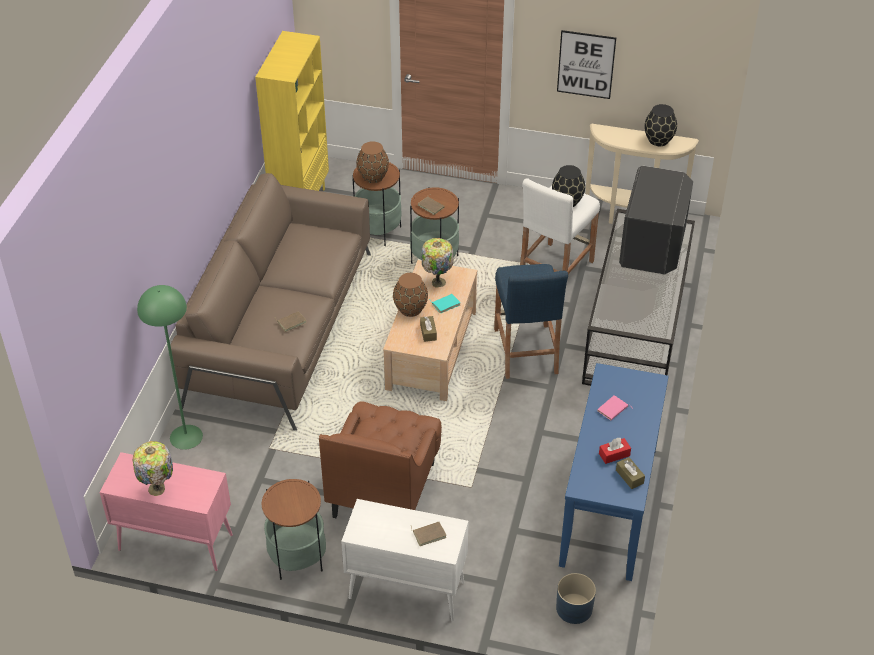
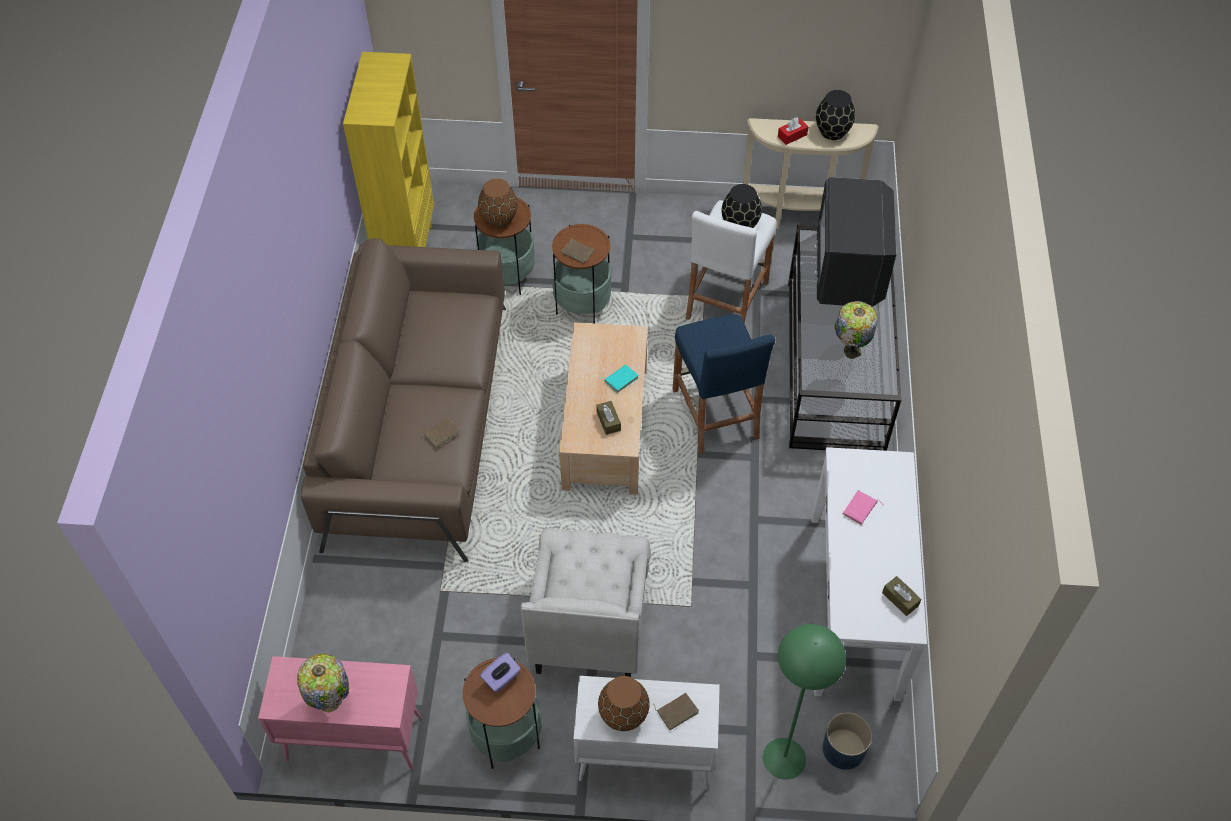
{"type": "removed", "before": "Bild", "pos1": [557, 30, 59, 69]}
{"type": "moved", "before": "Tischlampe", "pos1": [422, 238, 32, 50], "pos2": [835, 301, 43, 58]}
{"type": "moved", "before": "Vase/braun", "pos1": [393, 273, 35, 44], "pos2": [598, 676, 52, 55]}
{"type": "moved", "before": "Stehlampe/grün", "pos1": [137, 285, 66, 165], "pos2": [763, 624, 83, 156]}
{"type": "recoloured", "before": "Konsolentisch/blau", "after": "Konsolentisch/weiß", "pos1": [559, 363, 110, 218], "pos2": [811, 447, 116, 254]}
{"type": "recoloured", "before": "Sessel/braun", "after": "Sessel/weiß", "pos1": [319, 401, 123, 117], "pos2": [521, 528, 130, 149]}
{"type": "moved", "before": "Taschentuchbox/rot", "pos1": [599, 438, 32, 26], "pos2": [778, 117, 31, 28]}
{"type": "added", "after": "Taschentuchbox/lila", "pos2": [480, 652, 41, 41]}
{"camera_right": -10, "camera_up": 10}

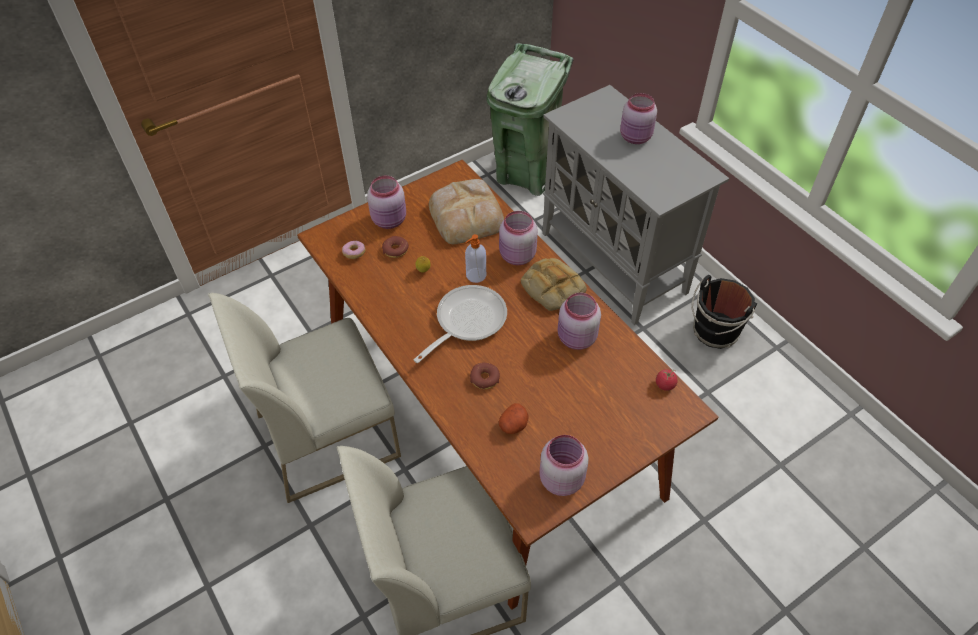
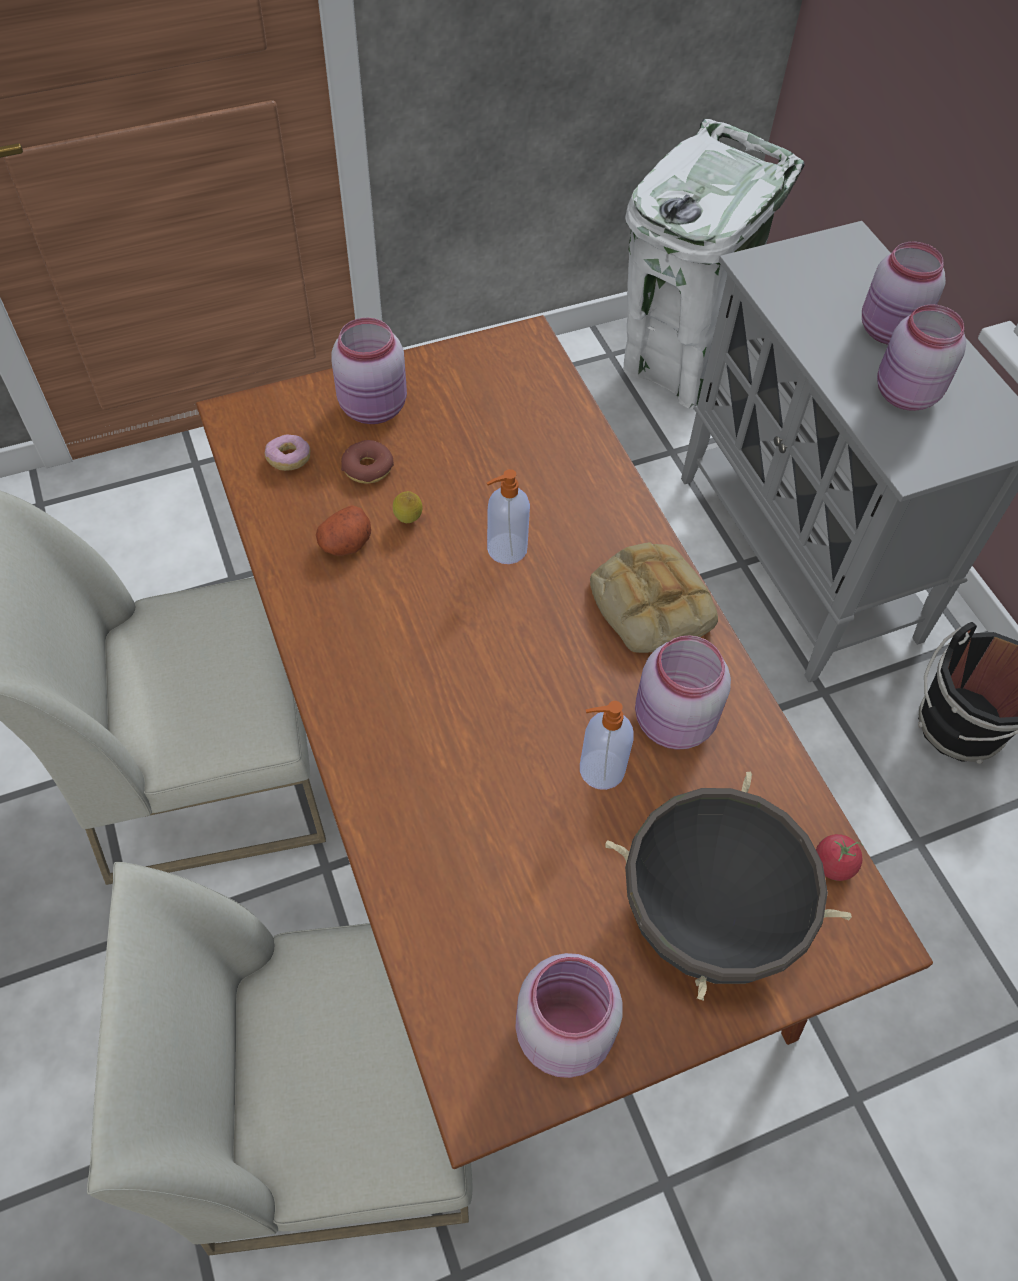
{"type": "recoloured", "before": "Mülleimer/grün", "after": "Mülleimer/weiß", "pos1": [487, 43, 86, 153], "pos2": [624, 119, 181, 290]}
{"type": "removed", "before": "Brot", "pos1": [429, 179, 75, 65]}
{"type": "moved", "before": "Vorratsglas/rosa", "pos1": [499, 211, 39, 54], "pos2": [877, 304, 89, 107]}
{"type": "removed", "before": "Pfanne", "pos1": [414, 285, 93, 78]}
{"type": "removed", "before": "Donut", "pos1": [470, 363, 30, 26]}
{"type": "moved", "before": "Kartoffel", "pos1": [499, 403, 29, 31], "pos2": [316, 505, 55, 51]}
{"type": "added", "after": "Seifenspender", "pos2": [580, 701, 54, 89]}
{"type": "added", "after": "Kochtopf/schwarz", "pos2": [605, 771, 247, 230]}
{"camera_right": 10, "camera_up": 5}

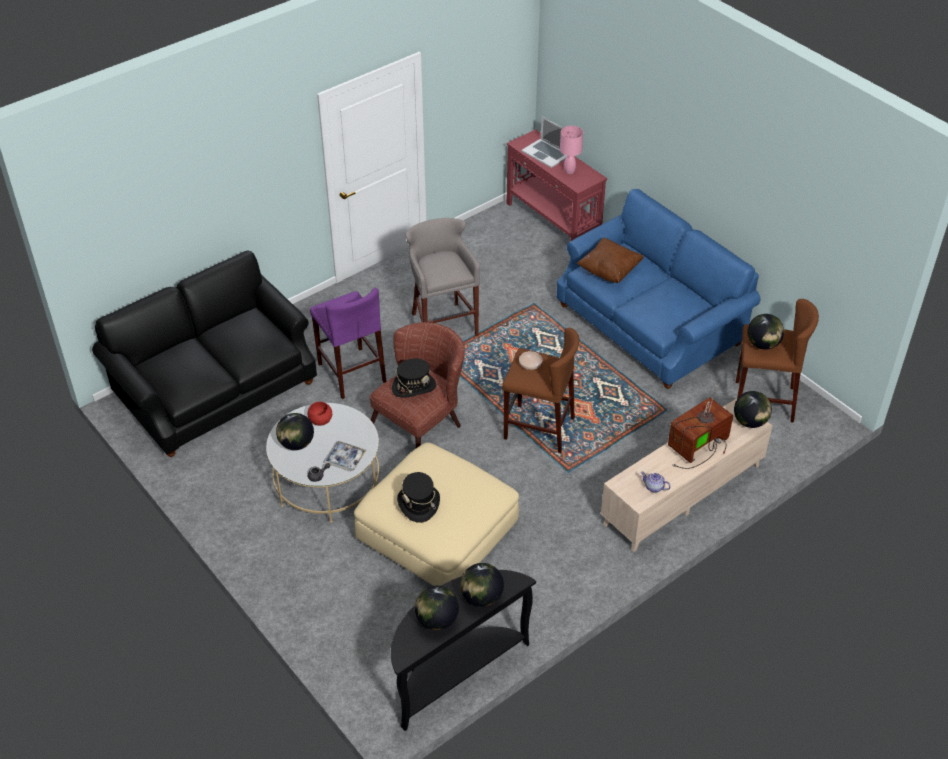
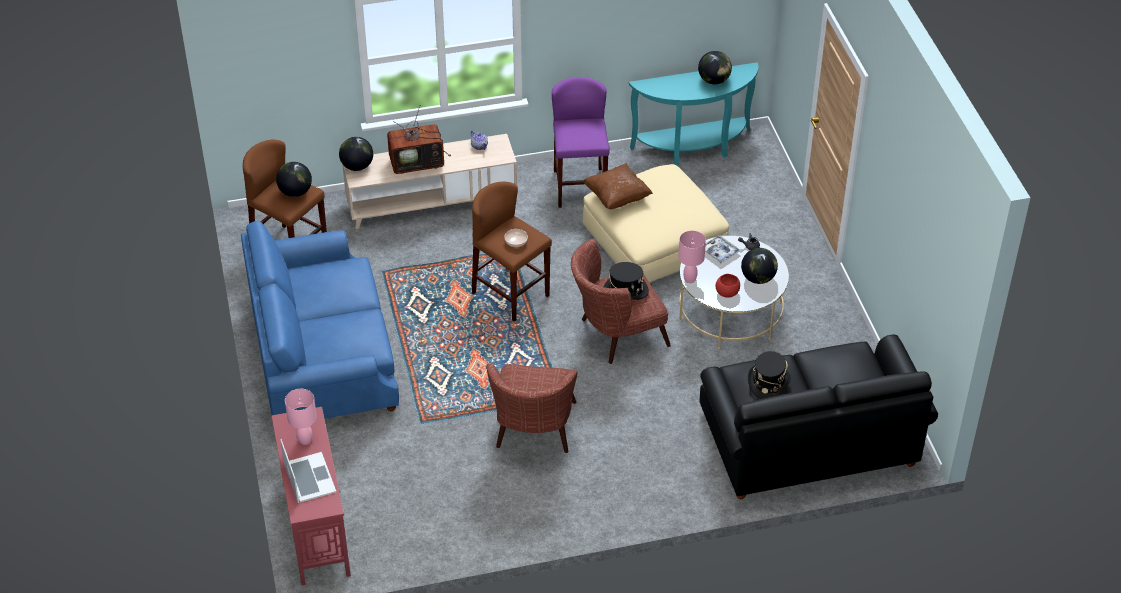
{"type": "replaced", "before": "Hocker/grau", "after": "Sessel/braun", "pos1": [405, 218, 75, 118], "pos2": [486, 363, 91, 90]}
{"type": "moved", "before": "Kissen/braun", "pos1": [577, 238, 67, 45], "pos2": [583, 163, 70, 46]}
{"type": "moved", "before": "Hocker/lila", "pos1": [310, 288, 76, 111], "pos2": [552, 77, 58, 131]}
{"type": "moved", "before": "Hut/schwarz", "pos1": [397, 472, 43, 51], "pos2": [748, 351, 42, 48]}
{"type": "removed", "before": "Globus", "pos1": [461, 563, 43, 44]}
{"type": "recoloured", "before": "Konsolentisch/schwarz", "after": "Konsolentisch/türkis", "pos1": [391, 570, 145, 161], "pos2": [629, 62, 129, 104]}
{"type": "added", "after": "Tischlampe/rosa", "pos2": [678, 231, 28, 52]}
{"camera_right": -155, "camera_up": 0}

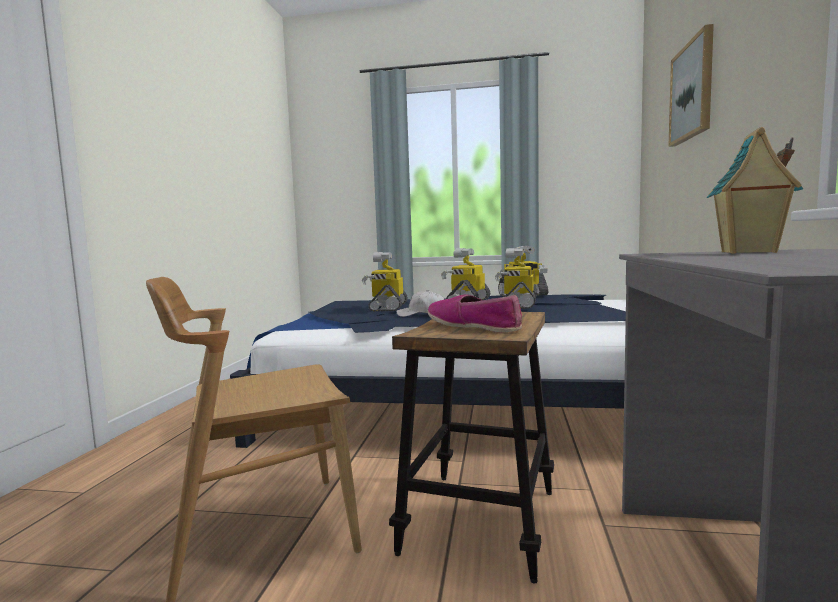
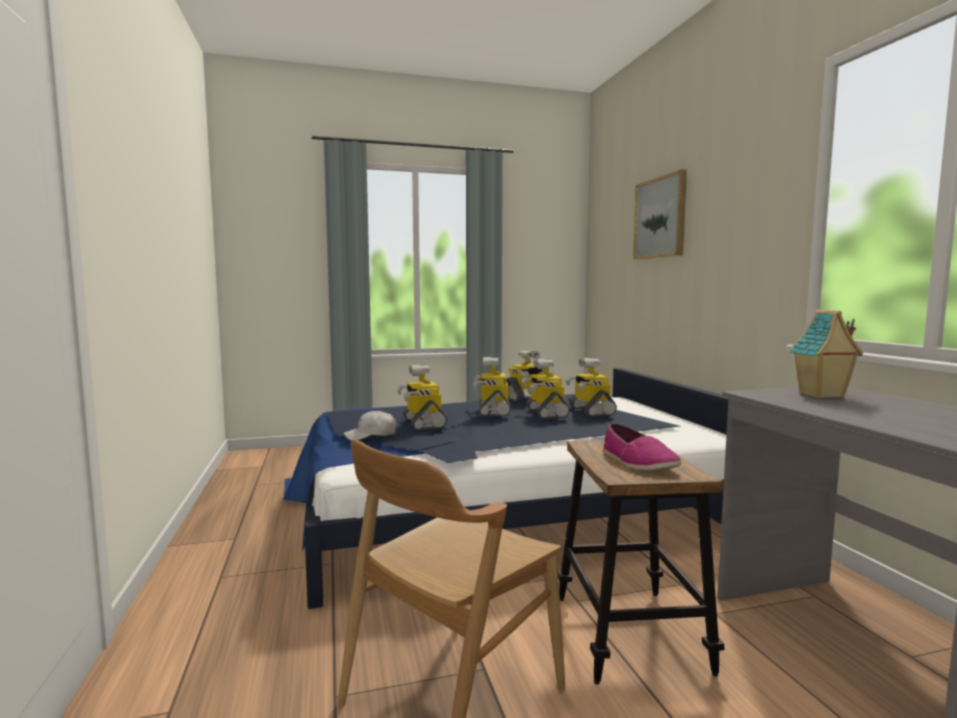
{"type": "moved", "before": "Kappe/weiß", "pos1": [396, 290, 48, 27], "pos2": [344, 410, 53, 31]}
{"type": "turned", "before": "Schuh", "pos1": [428, 294, 94, 39], "pos2": [603, 423, 78, 48], "turn": -135}
{"type": "added", "after": "Spielzeugroboter", "pos2": [565, 358, 52, 59]}
{"camera_right": -25, "camera_up": 0}

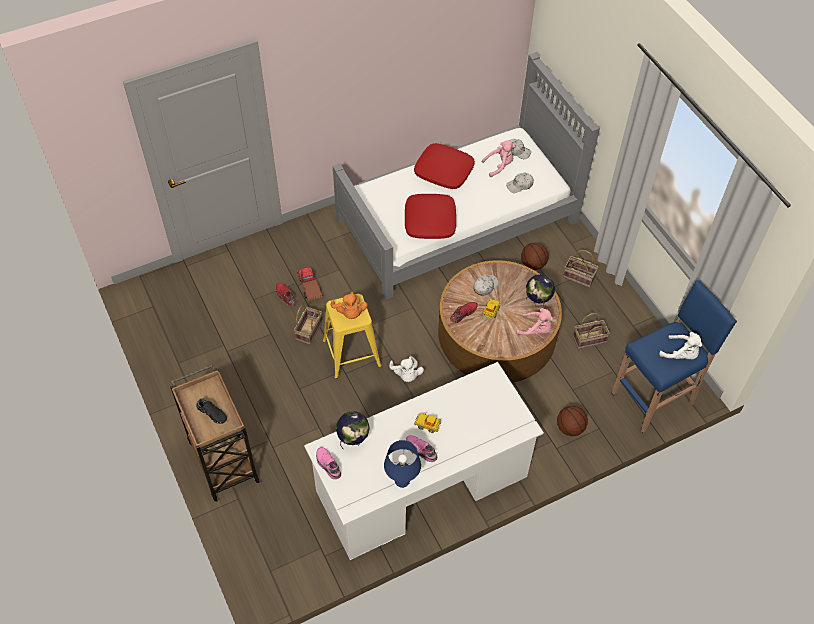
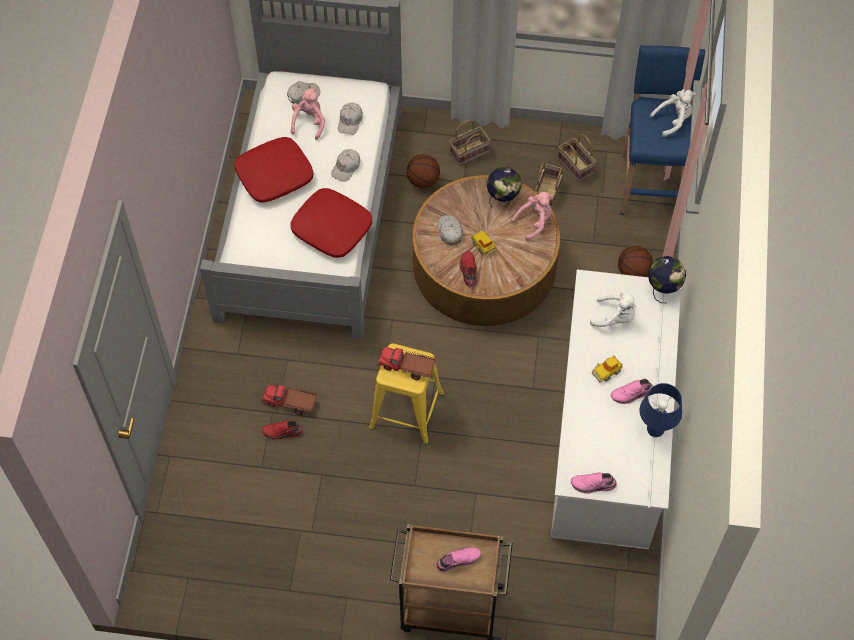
{"type": "replaced", "before": "Plüschtier/orange", "after": "Spielzeuglaster", "pos1": [331, 292, 37, 27], "pos2": [377, 347, 59, 33]}
{"type": "moved", "before": "Korb", "pos1": [294, 305, 28, 40], "pos2": [558, 134, 38, 48]}
{"type": "moved", "before": "Plüschtier/weiß", "pos1": [389, 356, 35, 26], "pos2": [590, 292, 47, 35]}
{"type": "recoloured", "before": "Schuh/schwarz", "after": "Schuh/rosa", "pos1": [196, 398, 31, 26], "pos2": [436, 547, 45, 25]}
{"type": "moved", "before": "Globus", "pos1": [336, 411, 34, 38], "pos2": [648, 256, 38, 47]}
{"type": "added", "after": "Kappe/weiß", "pos2": [331, 149, 29, 33]}
{"camera_right": -55, "camera_up": 5}

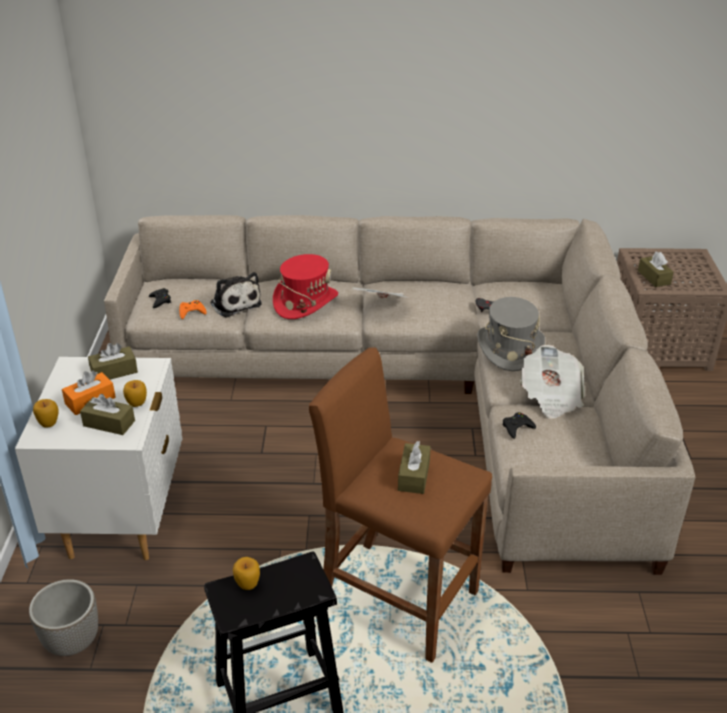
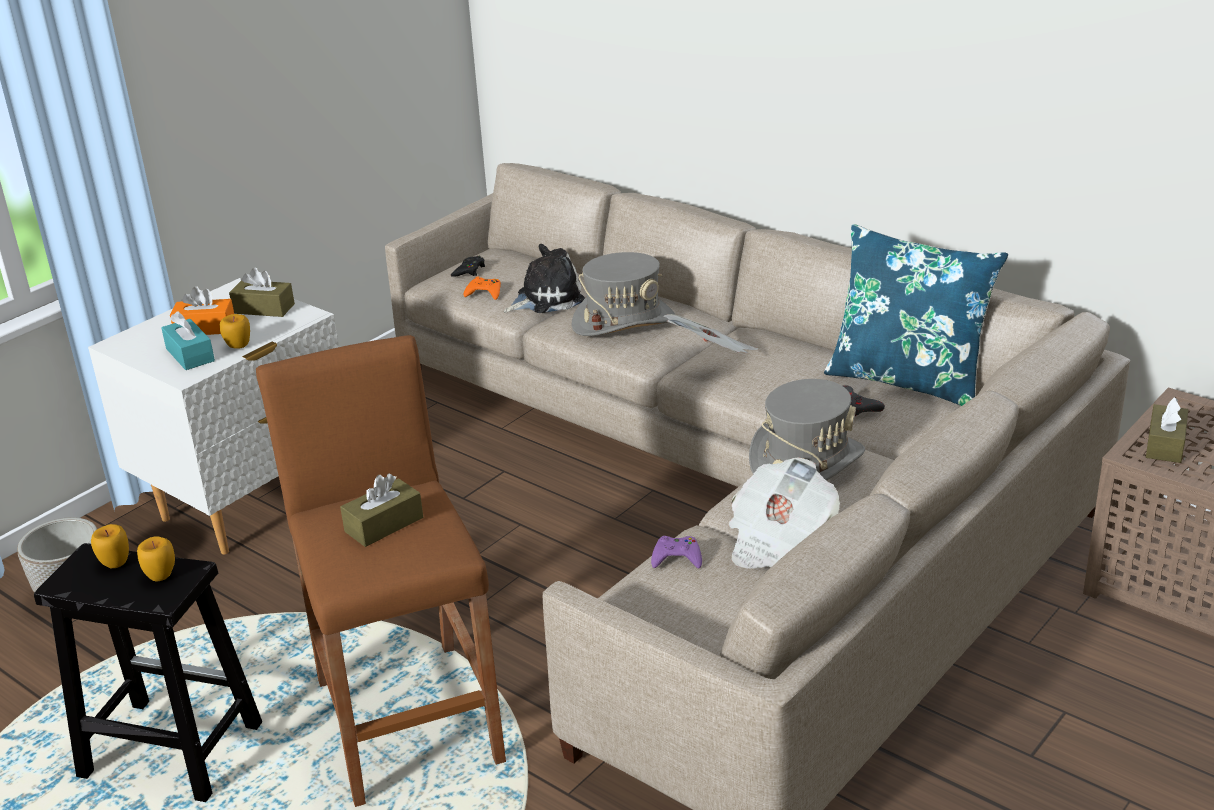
{"type": "recoloured", "before": "Hut/rot", "after": "Hut/grau", "pos1": [273, 254, 65, 65], "pos2": [571, 252, 104, 84]}
{"type": "turned", "before": "Plüschtier", "pos1": [210, 272, 52, 46], "pos2": [504, 244, 81, 69], "turn": -120}
{"type": "recoloured", "before": "Taschentuchbox/braun", "after": "Taschentuchbox/türkis", "pos1": [80, 394, 55, 41], "pos2": [161, 311, 54, 59]}
{"type": "moved", "before": "Apfel", "pos1": [33, 399, 26, 29], "pos2": [137, 536, 38, 45]}
{"type": "recoloured", "before": "Gamepad/schwarz", "after": "Gamepad/lila", "pos1": [503, 412, 33, 27], "pos2": [651, 536, 51, 33]}
{"type": "added", "after": "Kissen/blau", "pos2": [824, 224, 184, 182]}
{"camera_right": 40, "camera_up": -5}

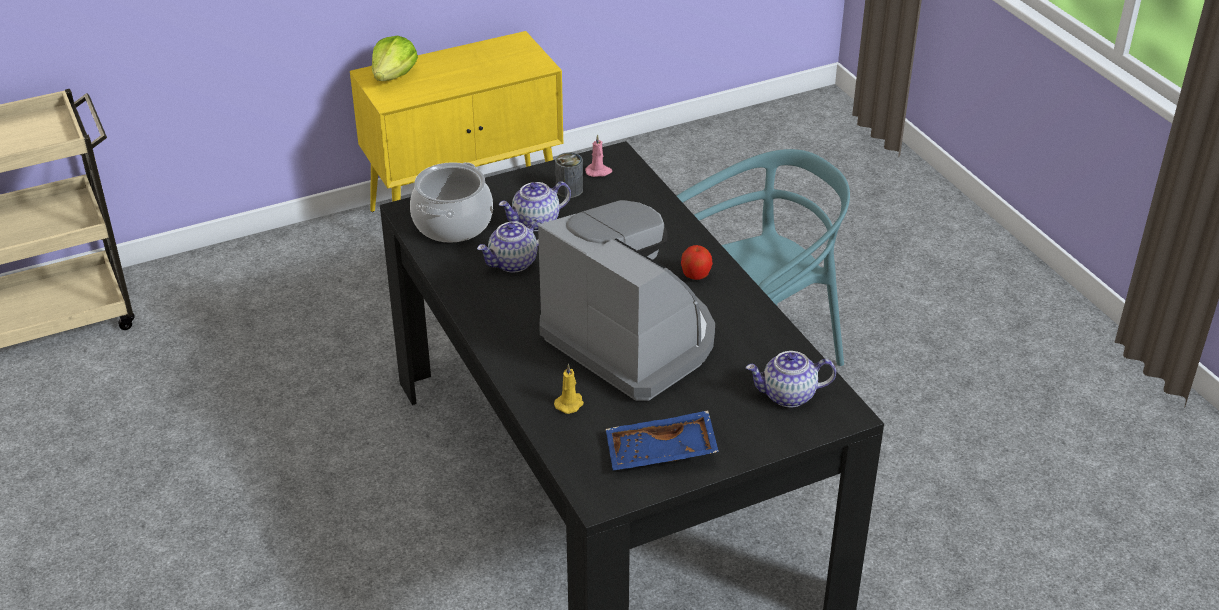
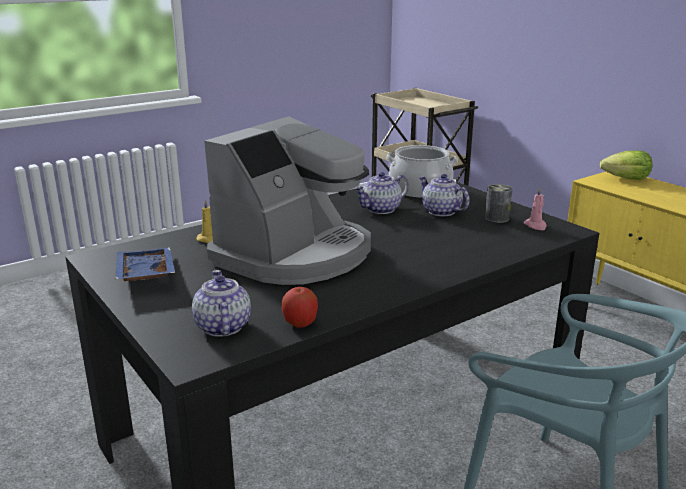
{"type": "turned", "before": "Teekanne", "pos1": [477, 219, 67, 53], "pos2": [354, 172, 55, 42], "turn": -75}
{"type": "moved", "before": "Apfel", "pos1": [681, 245, 32, 35], "pos2": [282, 287, 36, 41]}
{"camera_right": 80, "camera_up": -15}

